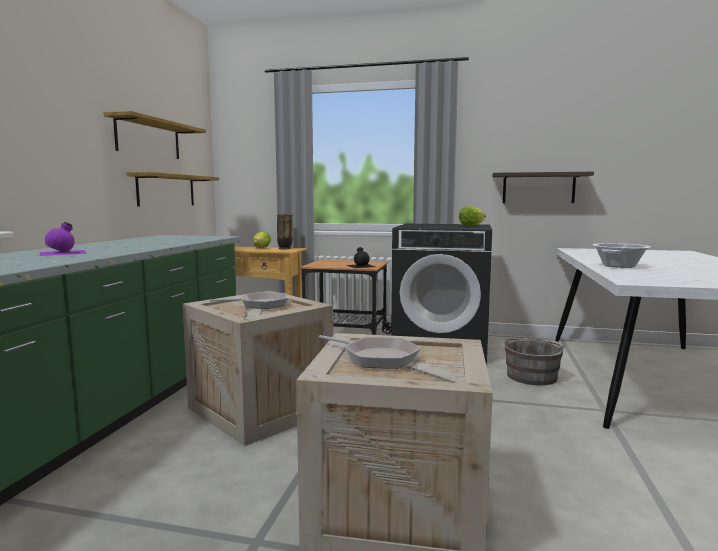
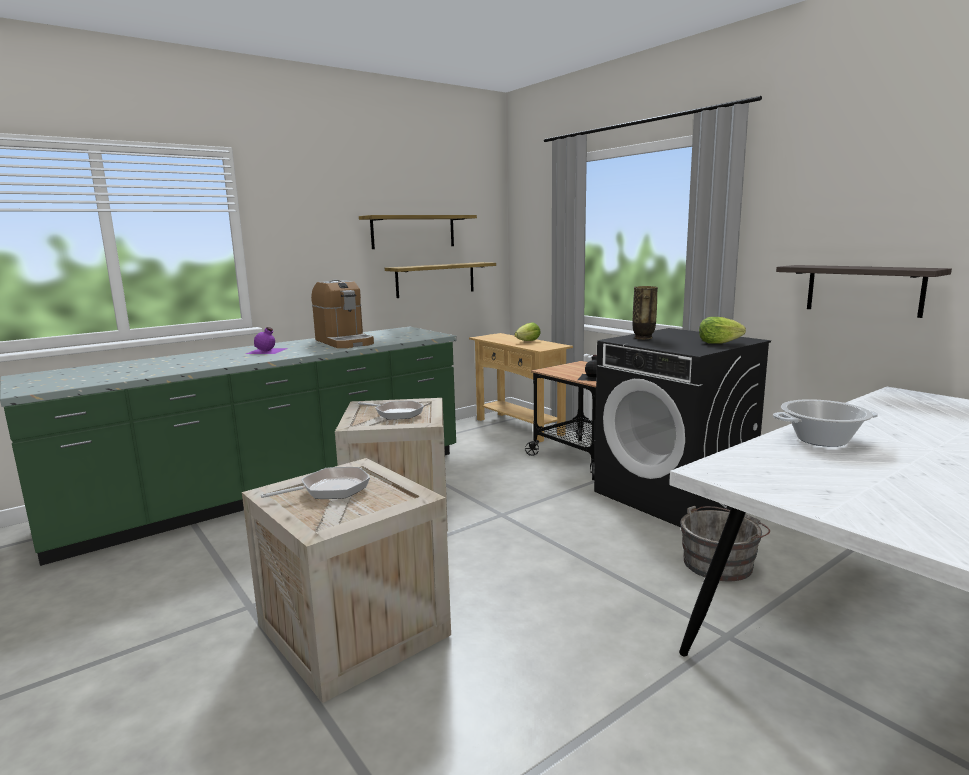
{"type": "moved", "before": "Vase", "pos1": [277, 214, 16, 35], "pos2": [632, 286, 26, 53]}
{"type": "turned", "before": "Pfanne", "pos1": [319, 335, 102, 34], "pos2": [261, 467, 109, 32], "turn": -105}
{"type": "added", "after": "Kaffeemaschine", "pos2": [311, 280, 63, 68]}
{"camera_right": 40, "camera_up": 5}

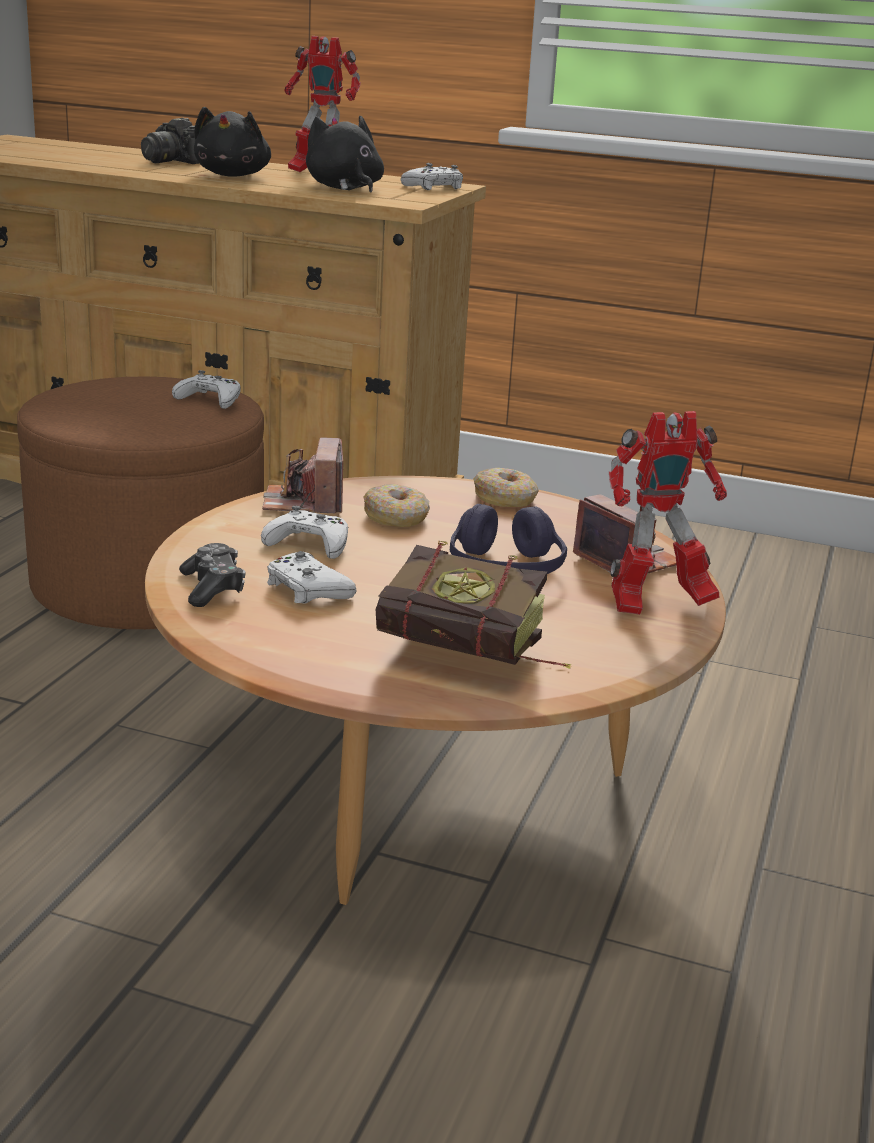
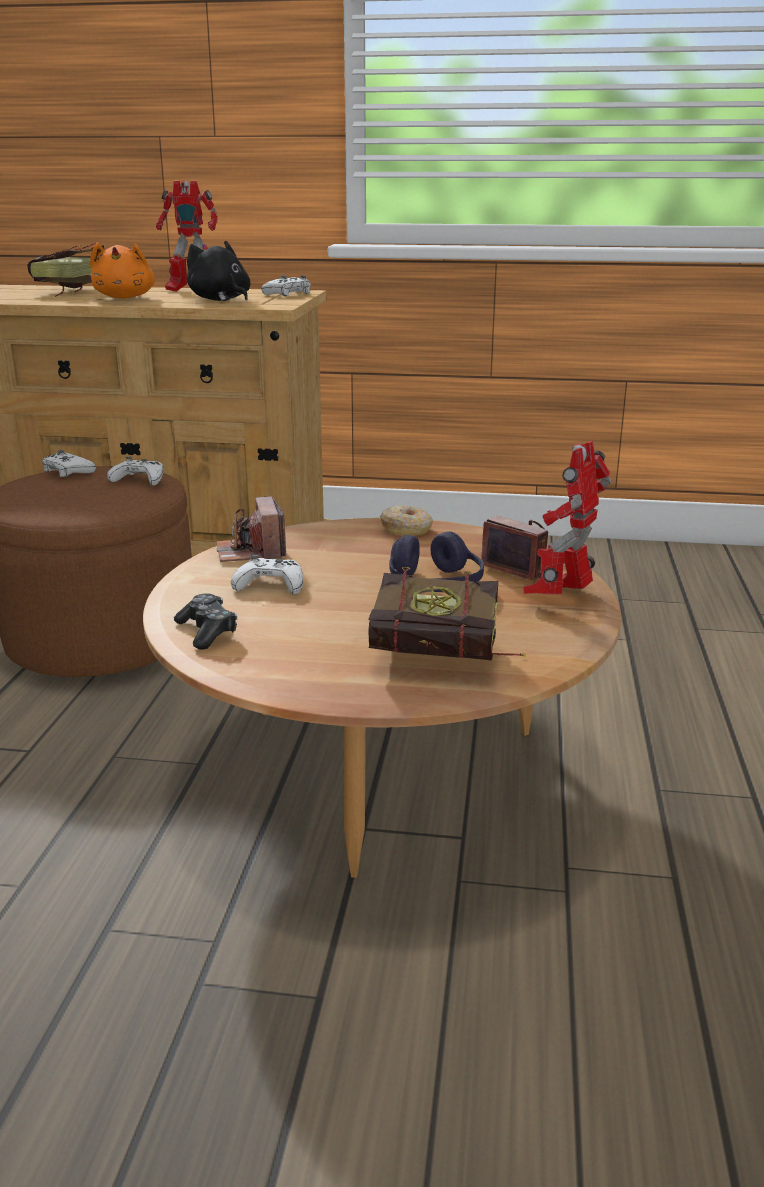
{"type": "recoloured", "before": "Plüschtier/schwarz", "after": "Plüschtier/orange", "pos1": [194, 107, 77, 70], "pos2": [90, 243, 65, 56]}
{"type": "replaced", "before": "Kamera", "after": "Buch", "pos1": [141, 117, 58, 47], "pos2": [27, 242, 77, 55]}
{"type": "turned", "before": "Spielzeugroboter", "pos1": [609, 411, 118, 204], "pos2": [523, 441, 88, 153], "turn": 150}
{"type": "removed", "before": "Donut", "pos1": [364, 484, 66, 43]}
{"type": "moved", "before": "Gamepad/weiß", "pos1": [267, 551, 89, 53], "pos2": [42, 450, 54, 27]}
{"camera_right": -10, "camera_up": 0}

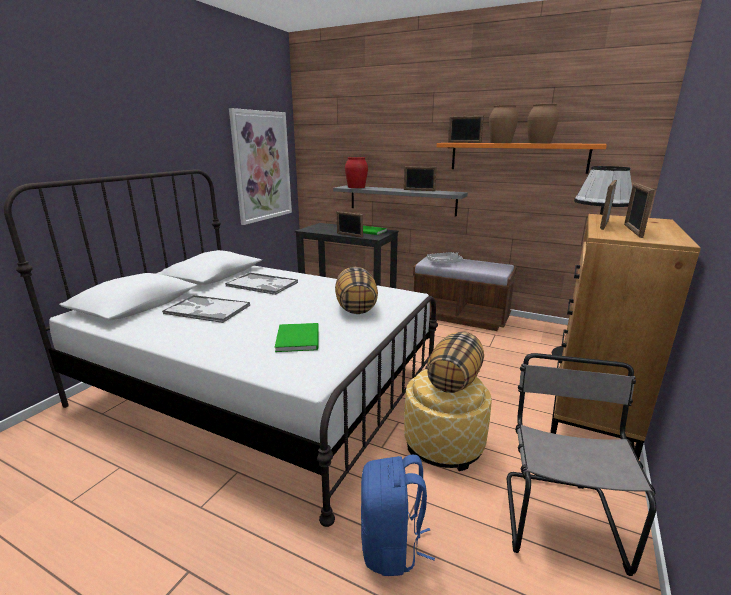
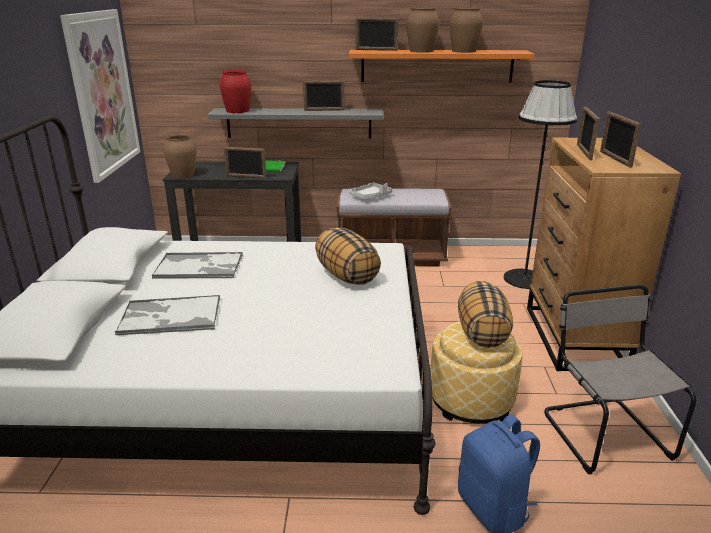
{"type": "removed", "before": "Buch/grün", "pos1": [275, 323, 44, 29]}
{"type": "added", "after": "Vase/braun", "pos2": [163, 133, 33, 45]}
{"camera_right": -25, "camera_up": 5}

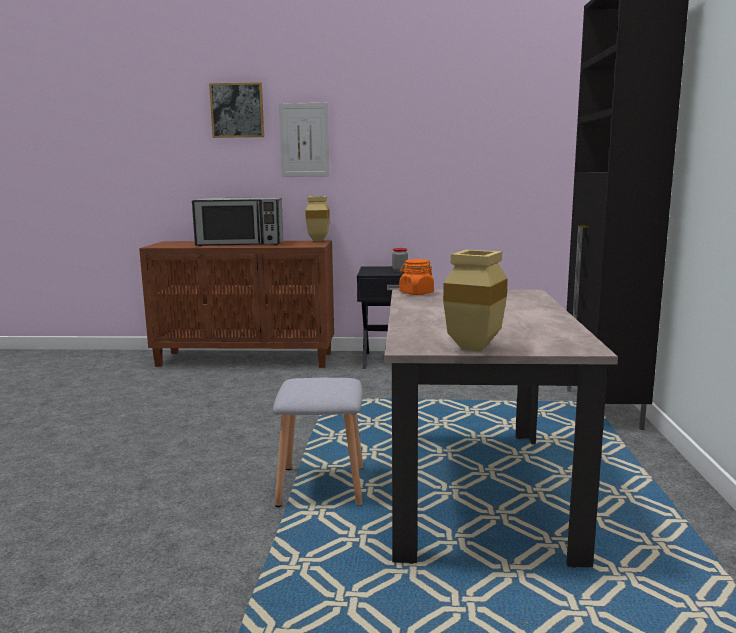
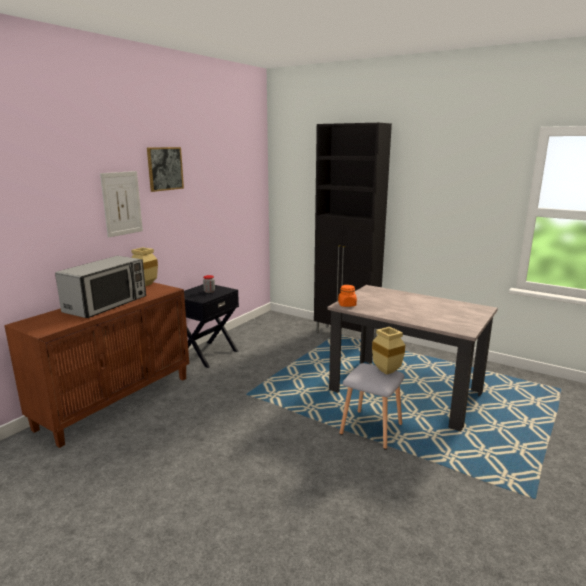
{"type": "moved", "before": "Bild", "pos1": [209, 82, 55, 56], "pos2": [147, 147, 37, 45]}
{"type": "moved", "before": "Vase/beige", "pos1": [443, 250, 65, 102], "pos2": [372, 327, 33, 48]}
{"camera_right": -60, "camera_up": 5}

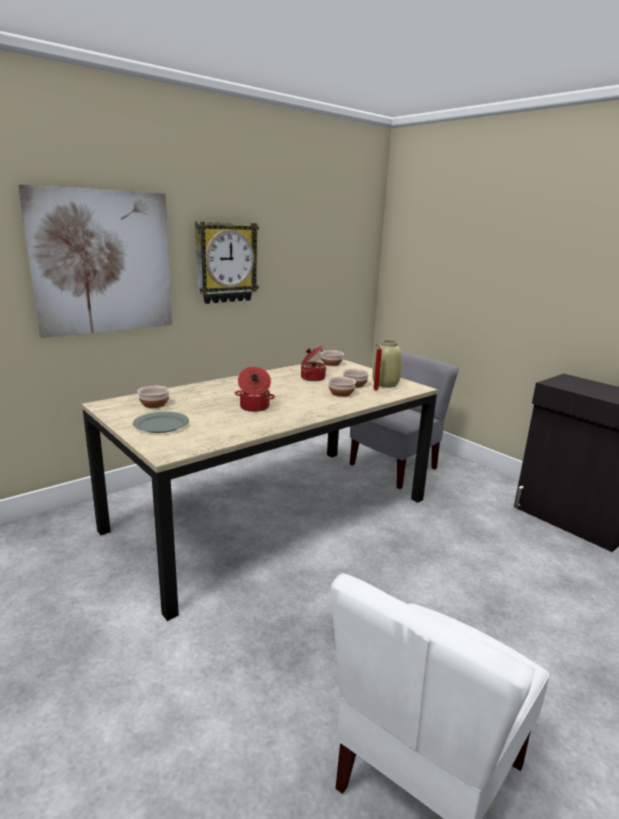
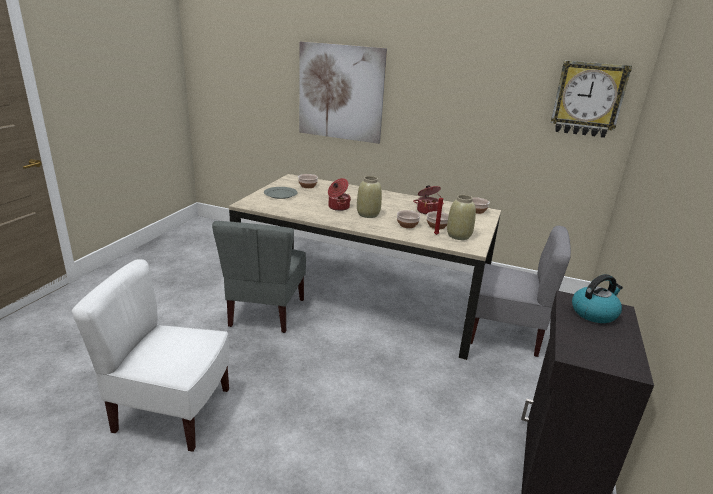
{"type": "moved", "before": "Wanduhr", "pos1": [195, 222, 64, 82], "pos2": [551, 60, 81, 78]}
{"type": "added", "after": "Vase/beige", "pos2": [357, 176, 25, 42]}
{"type": "added", "after": "Stuhl/grau", "pos2": [212, 221, 94, 112]}
{"type": "added", "after": "Wasserkessel", "pos2": [572, 274, 51, 49]}
{"camera_right": 60, "camera_up": 5}

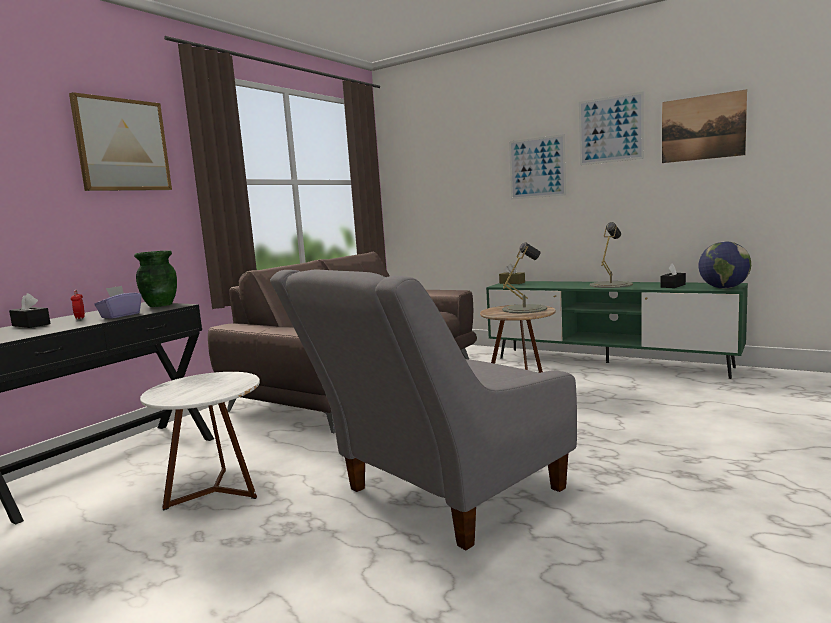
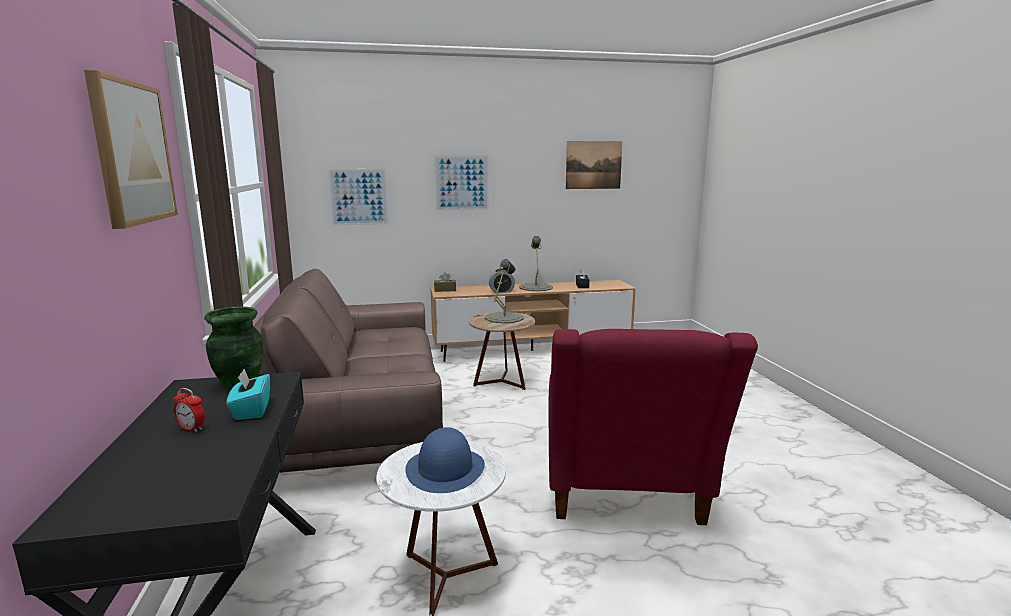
{"type": "moved", "before": "Bild", "pos1": [579, 91, 65, 74], "pos2": [328, 169, 61, 56]}
{"type": "removed", "before": "Globus", "pos1": [699, 241, 52, 48]}
{"type": "recoloured", "before": "Sessel/grau", "after": "Sessel/rot", "pos1": [270, 269, 307, 281], "pos2": [548, 329, 210, 196]}
{"type": "recoloured", "before": "Fernsehschrank/grün", "after": "Fernsehschrank/braun", "pos1": [486, 281, 262, 98], "pos2": [431, 280, 205, 82]}
{"type": "recoloured", "before": "Taschentuchbox/lila", "after": "Taschentuchbox/türkis", "pos1": [95, 286, 47, 33], "pos2": [227, 369, 43, 51]}
{"type": "removed", "before": "Taschentuchbox/schwarz", "pos1": [9, 293, 42, 35]}
{"type": "added", "after": "Wecker", "pos2": [489, 269, 26, 24]}
{"type": "added", "after": "Hut/blau", "pos2": [405, 427, 80, 66]}
{"camera_right": -45, "camera_up": 5}

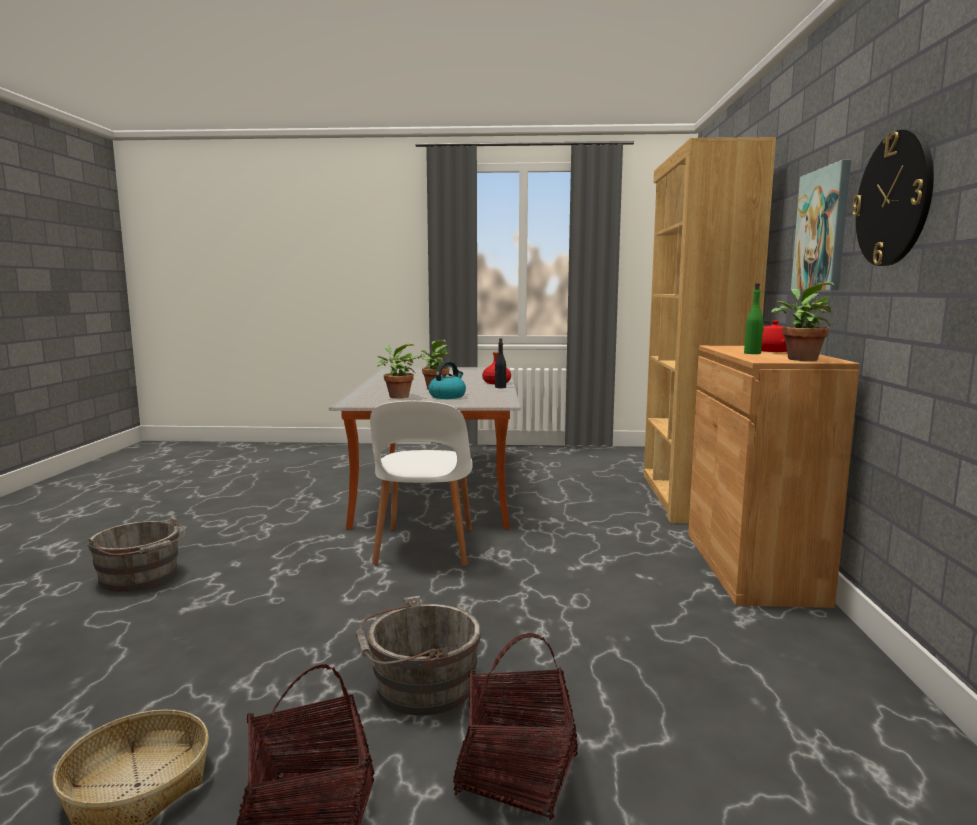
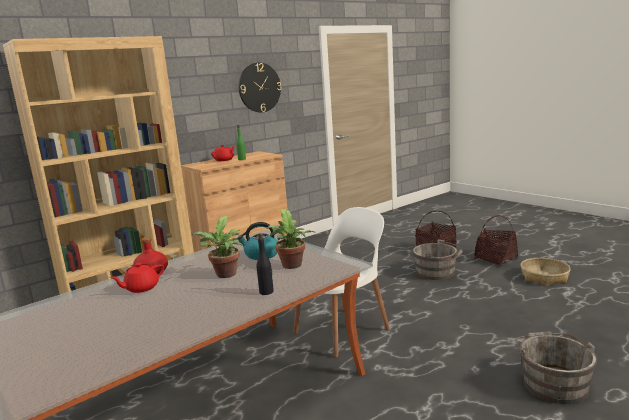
{"type": "removed", "before": "Bild", "pos1": [791, 160, 60, 130]}
{"type": "removed", "before": "Topfpflanze", "pos1": [771, 282, 63, 79]}
{"type": "moved", "before": "Flasche/schwarz", "pos1": [495, 338, 11, 50], "pos2": [257, 233, 17, 62]}
{"type": "added", "after": "Teekanne/rot", "pos2": [110, 263, 54, 30]}
{"camera_right": -130, "camera_up": 5}

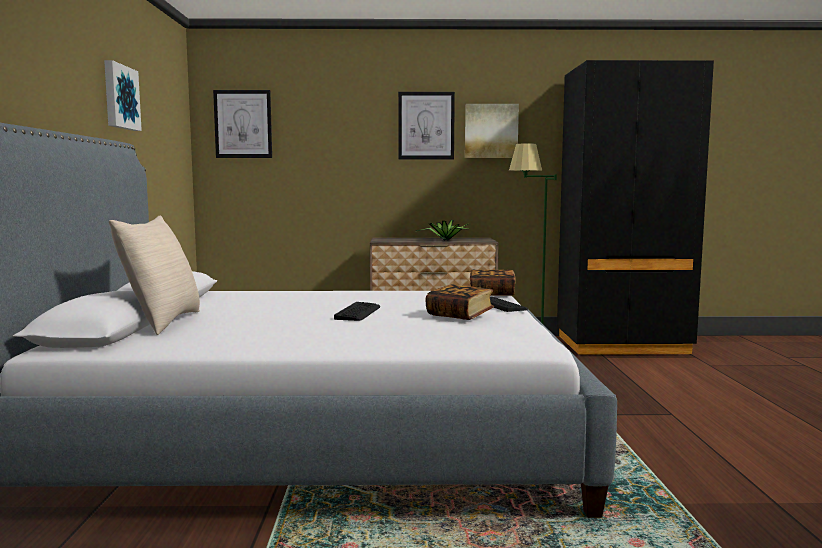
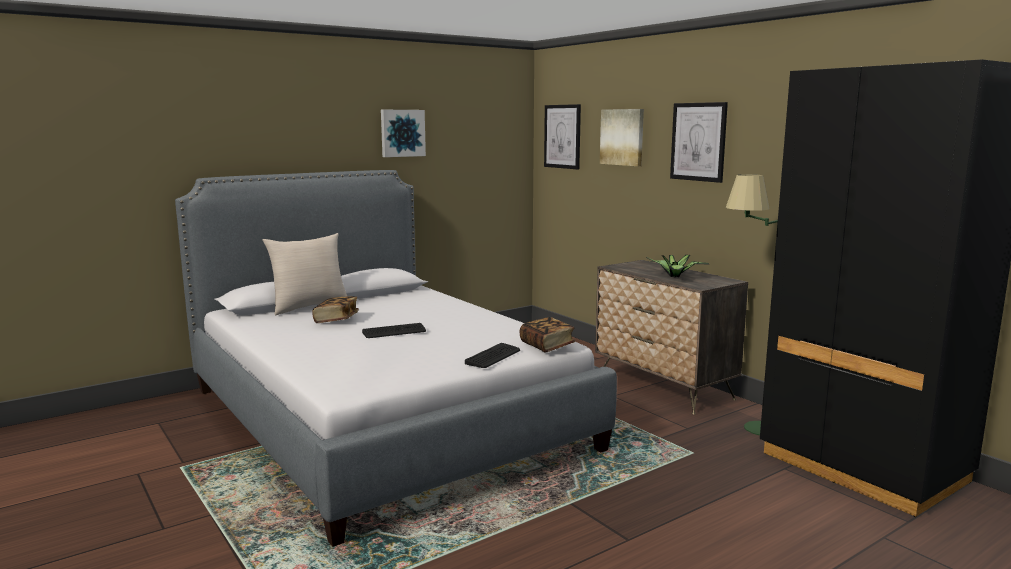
{"type": "moved", "before": "Bild", "pos1": [465, 104, 54, 54], "pos2": [600, 109, 44, 57]}
{"type": "moved", "before": "Buch", "pos1": [425, 284, 69, 36], "pos2": [312, 296, 47, 27]}
{"camera_right": 55, "camera_up": 5}

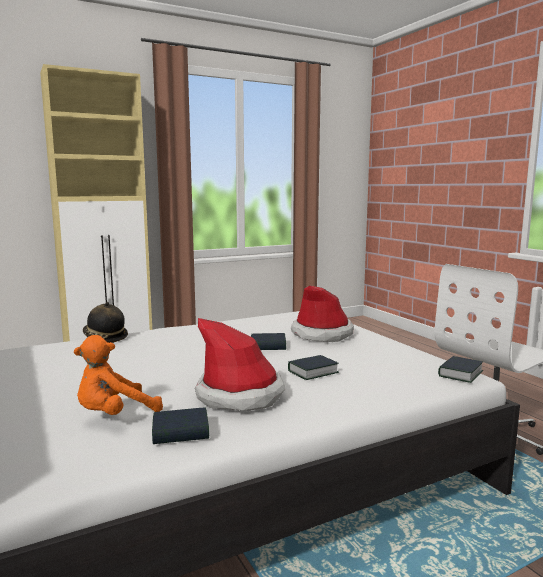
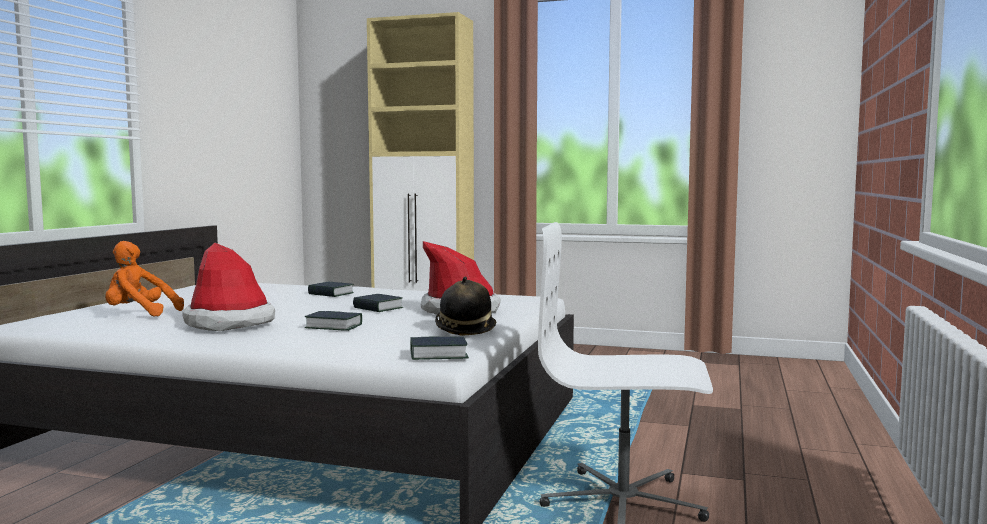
{"type": "moved", "before": "Hut", "pos1": [83, 302, 45, 41], "pos2": [435, 276, 62, 60]}
{"type": "moved", "before": "Buch", "pos1": [152, 407, 57, 37], "pos2": [308, 282, 46, 15]}
{"camera_right": 45, "camera_up": -5}

